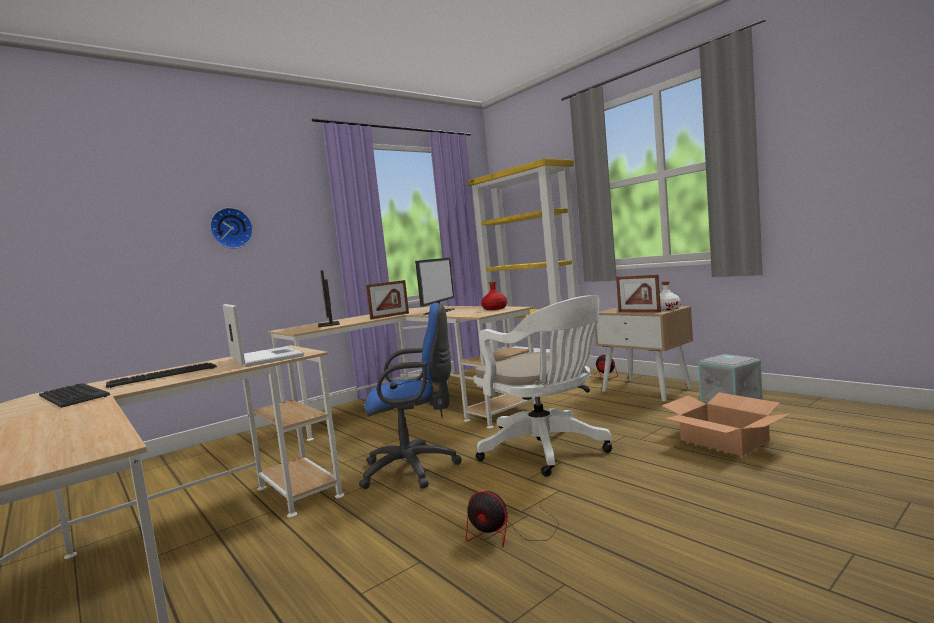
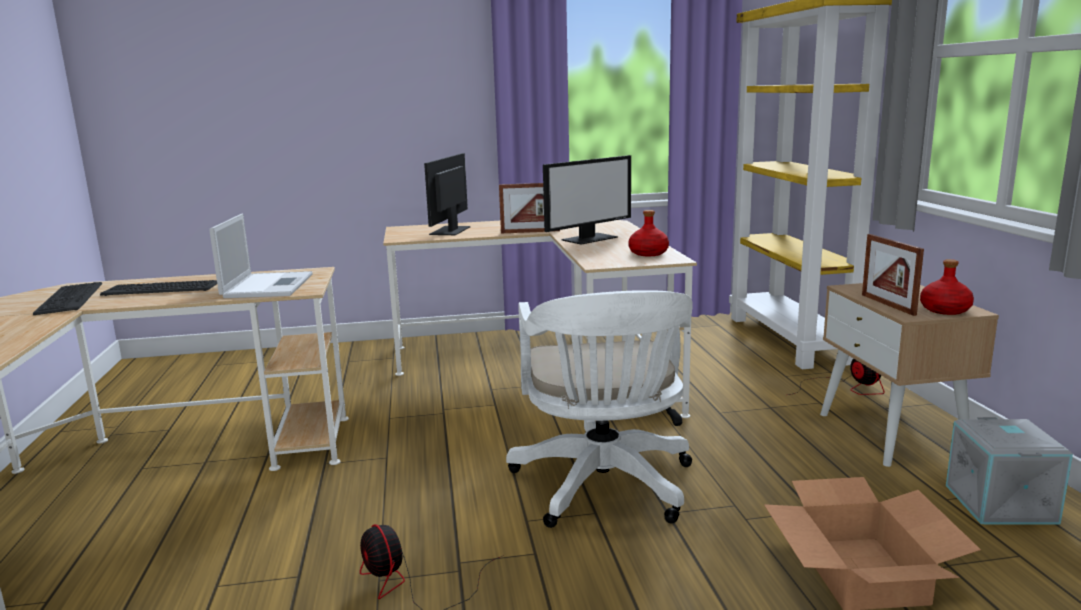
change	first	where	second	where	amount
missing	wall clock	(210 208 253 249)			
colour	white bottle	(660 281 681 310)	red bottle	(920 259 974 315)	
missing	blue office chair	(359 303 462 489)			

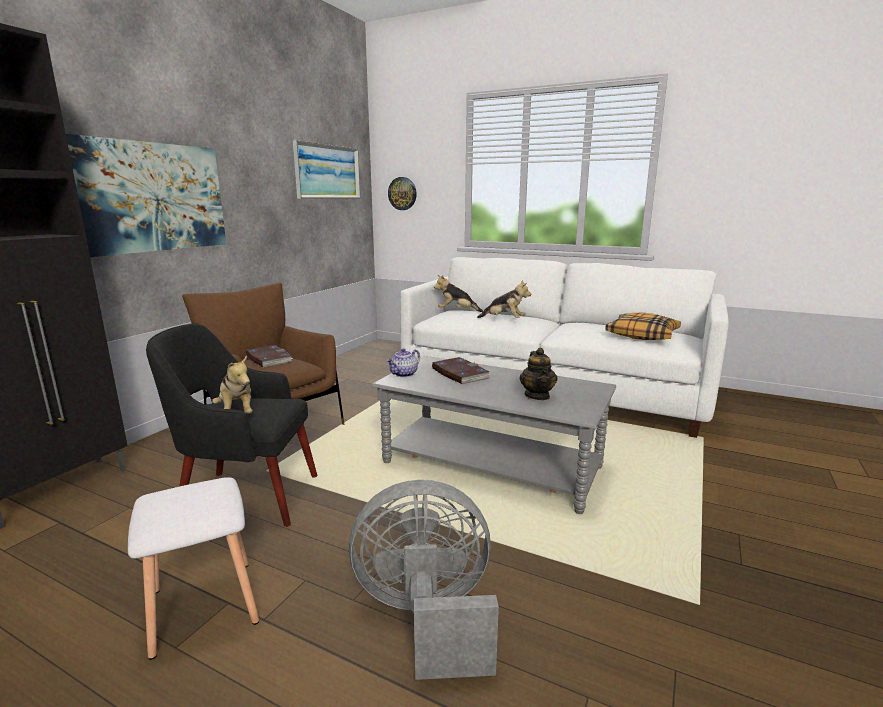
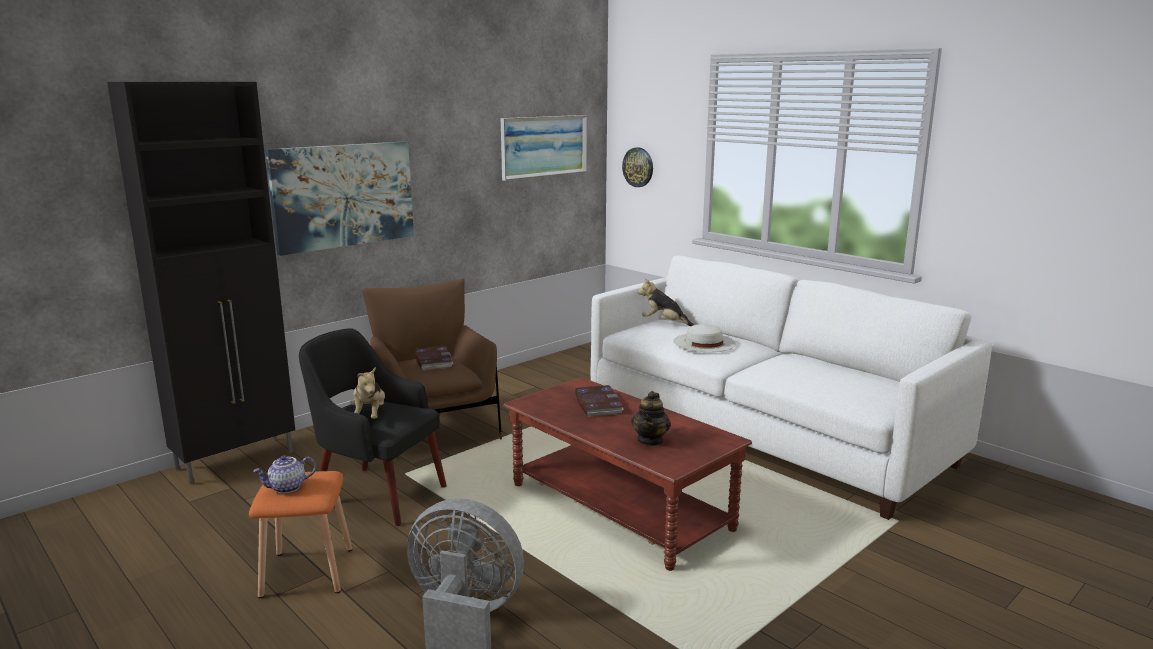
change	first	where	second	where	amount
exchanged	plush toy	(477 280 532 318)	white hat	(673 324 736 352)	
missing	pillow	(605 313 681 340)			
relocated	teapot	(386 349 420 377)		(253 455 316 493)	
colour	grey coffee table	(371 356 616 514)	brown coffee table	(503 377 752 571)	
colour	white stool	(128 477 259 660)	orange stool	(249 471 353 598)	

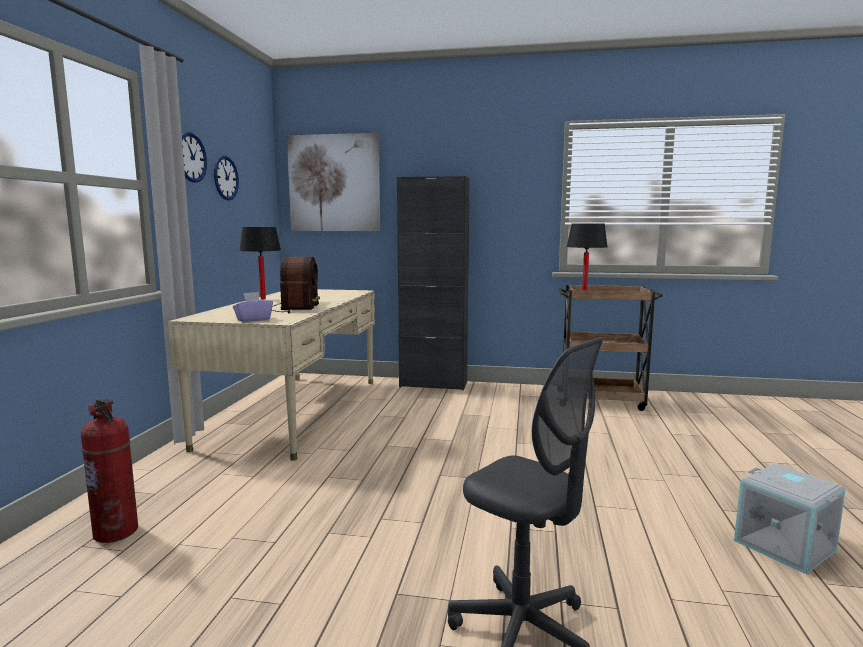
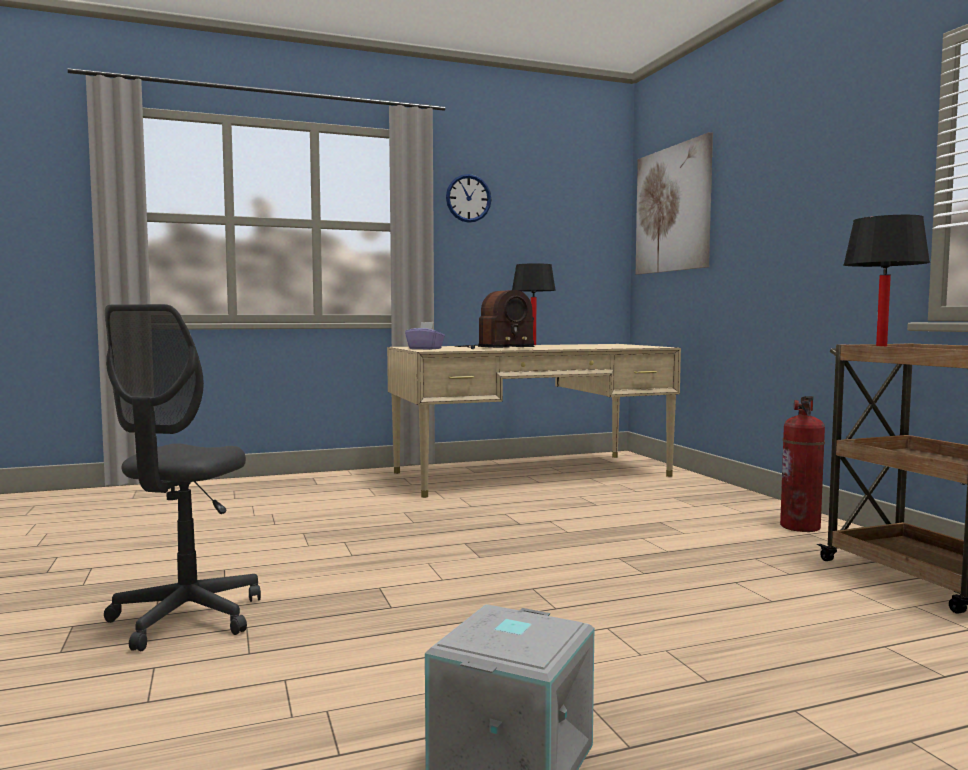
change	first	where	second	where	amount
missing	wall clock	(214 156 239 200)			
missing	black cabinet	(397 176 470 391)			
relocated	fire extinguisher	(80 398 138 543)		(780 396 825 532)	

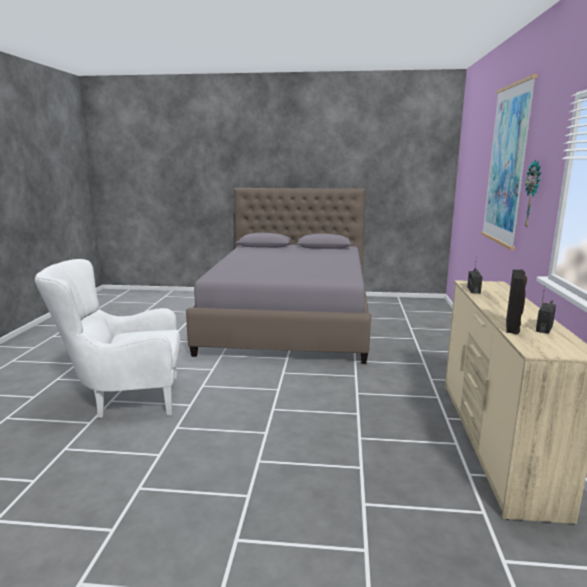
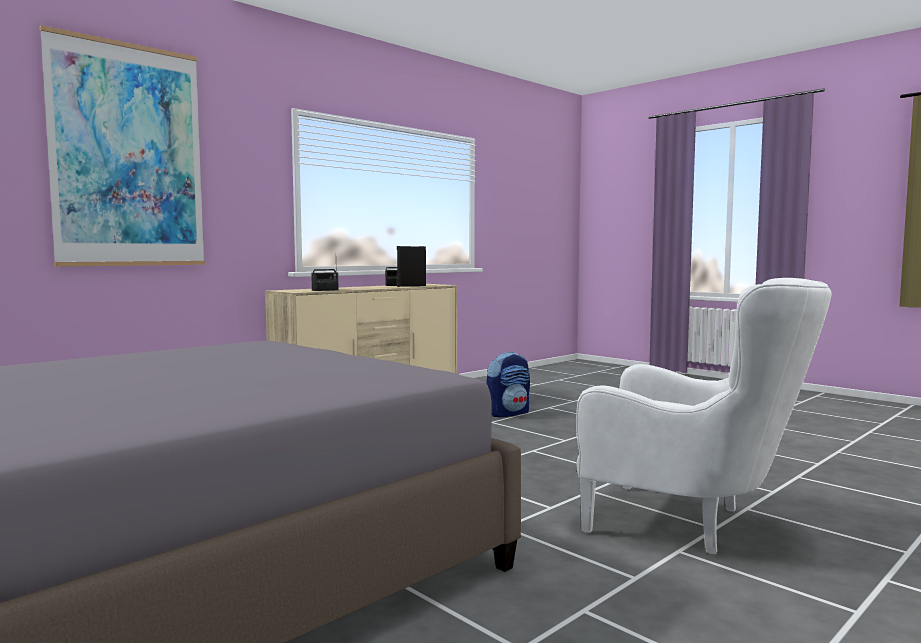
change	first	where	second	where	amount
missing	wall clock	(525 159 541 228)			
appeared			backpack	(487 352 530 417)	

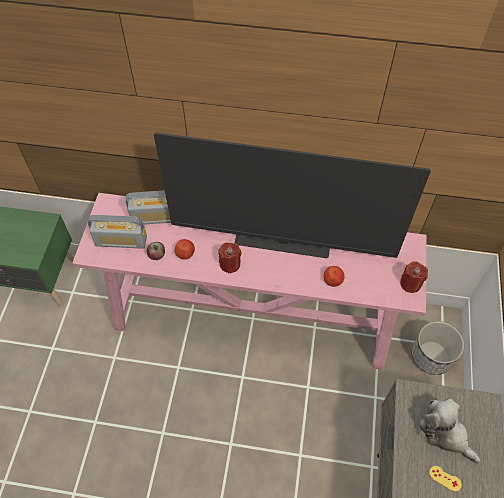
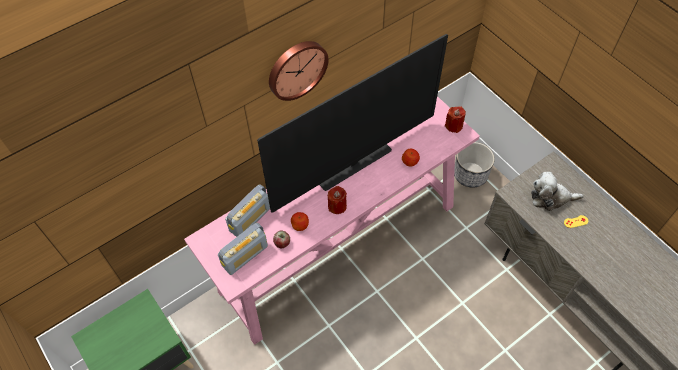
change	first	where	second	where	amount
appeared			wall clock	(269 41 329 101)	

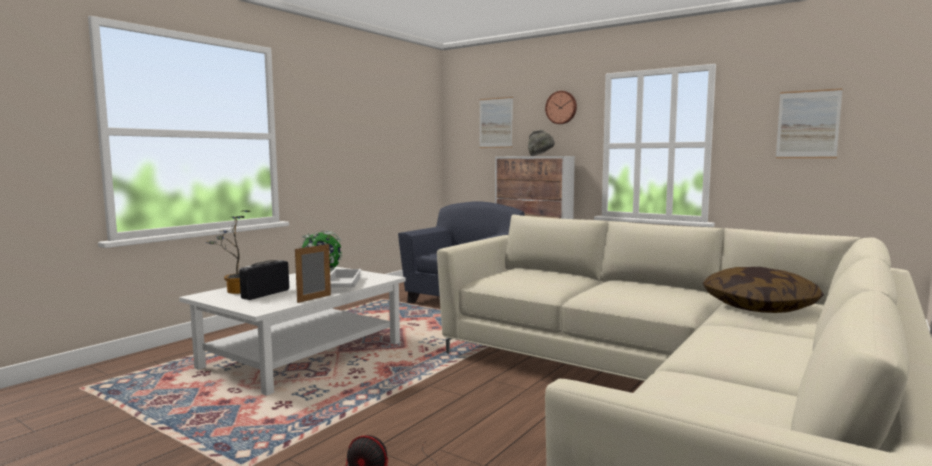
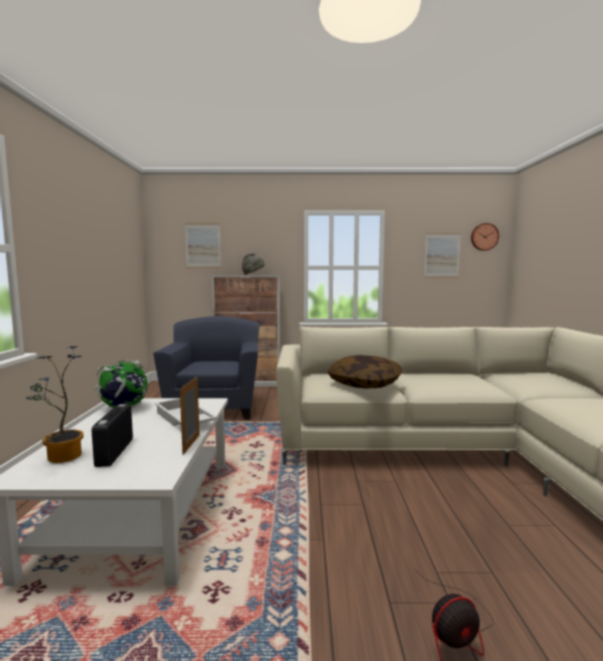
change	first	where	second	where	amount
relocated	wall clock	(545 91 577 124)		(471 223 499 251)	
relocated	pillow	(703 267 824 313)		(327 355 403 388)	

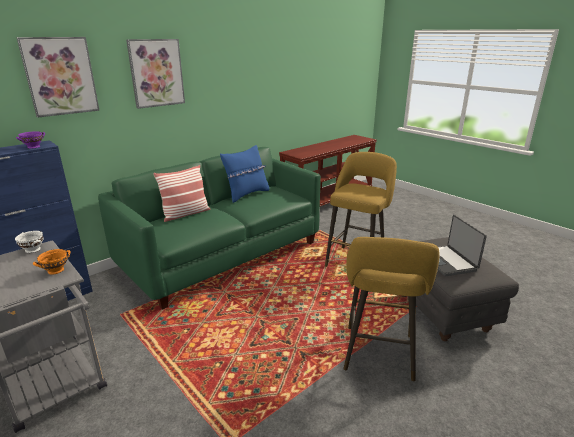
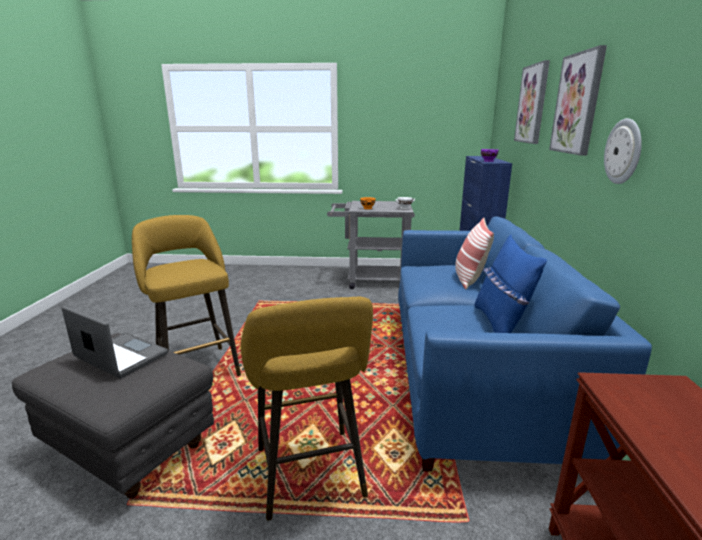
change	first	where	second	where	amount
colour	green sofa	(98 147 321 310)	blue sofa	(398 216 652 472)	
appeared			wall clock	(604 118 642 184)	

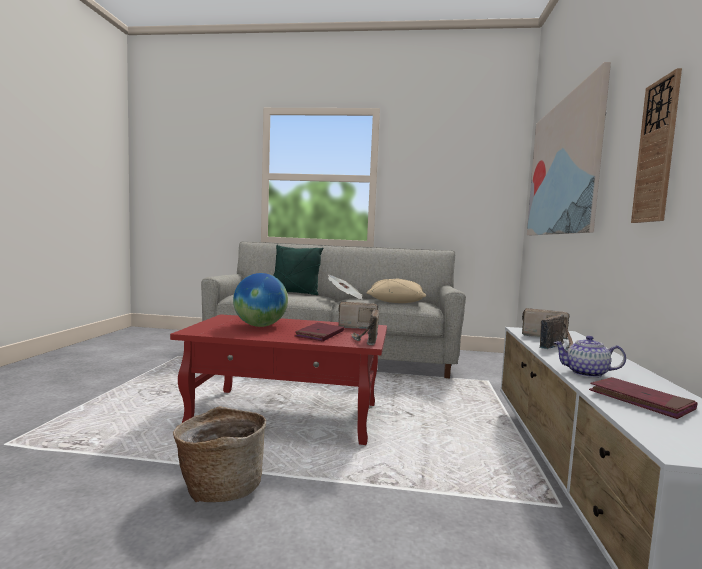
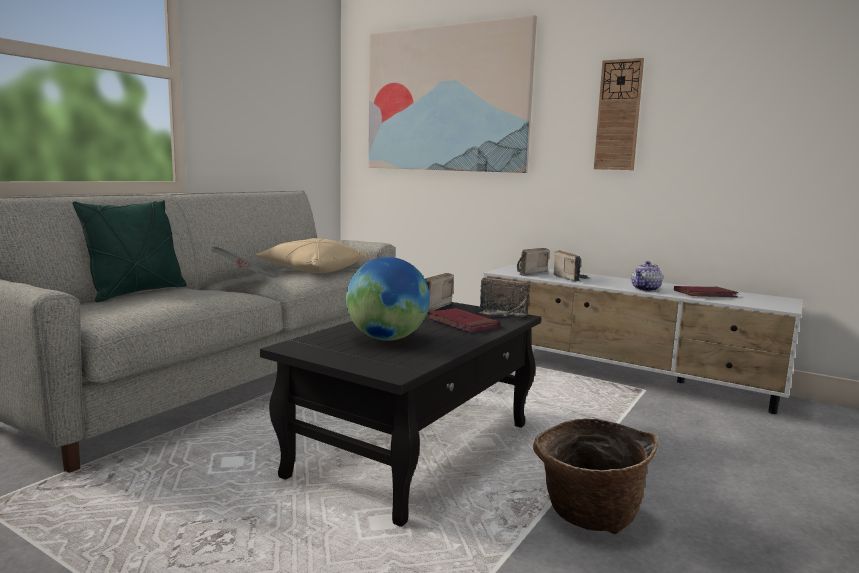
change	first	where	second	where	amount
colour	red coffee table	(170 314 387 445)	black coffee table	(260 302 541 527)	

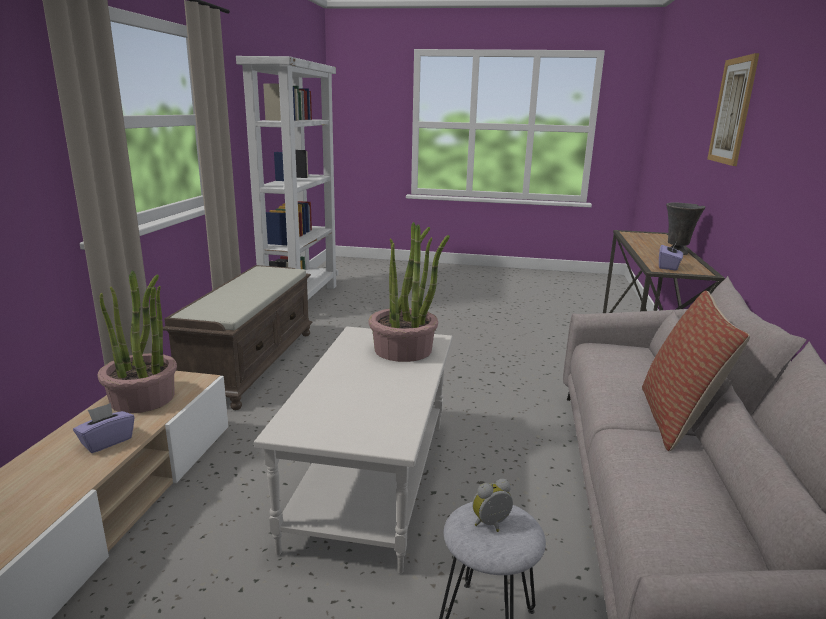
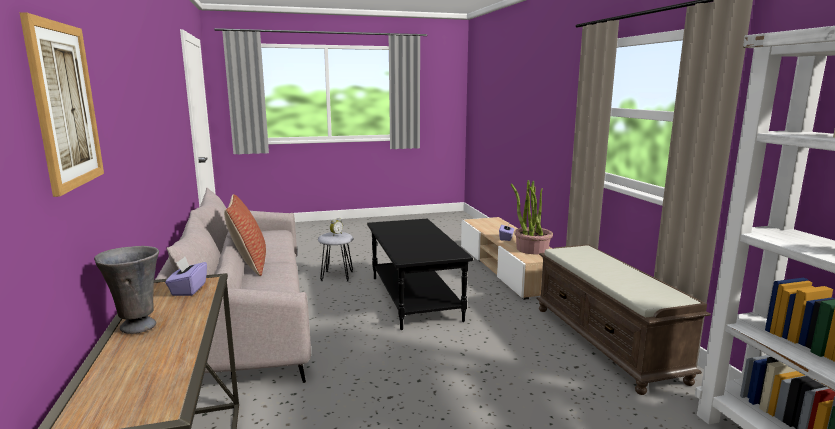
change	first	where	second	where	amount
missing	potted plant	(368 222 450 362)			
colour	white coffee table	(254 327 453 574)	black coffee table	(367 219 473 330)	

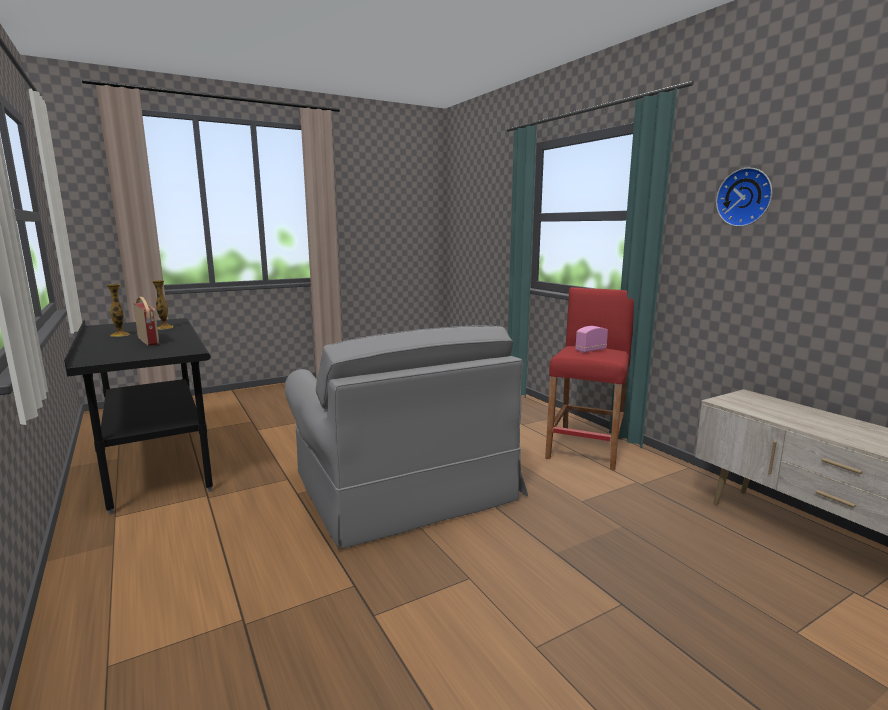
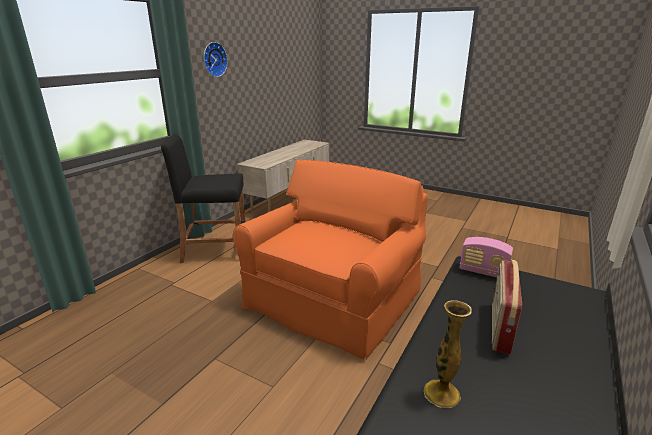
change	first	where	second	where	amount
missing	vase	(106 284 130 337)			
colour	red stool	(545 287 634 471)	black stool	(161 134 246 263)	
colour	grey armchair	(285 325 528 550)	orange armchair	(233 160 428 359)	
relocated	radio	(575 326 608 353)		(459 237 513 277)	

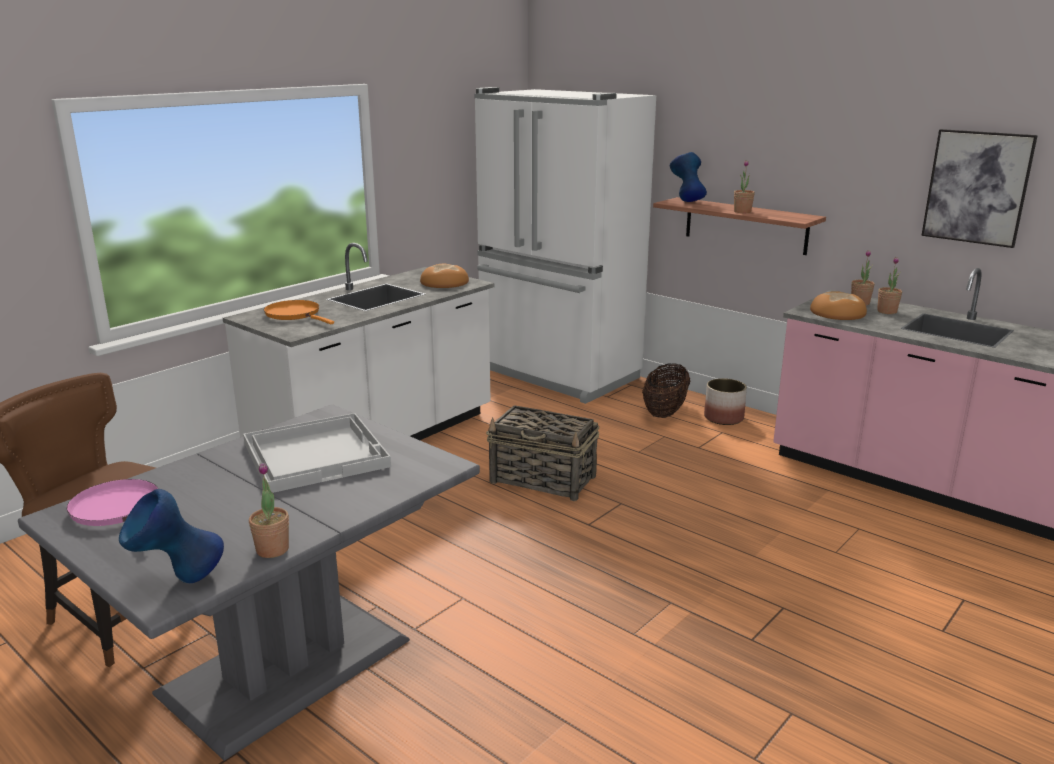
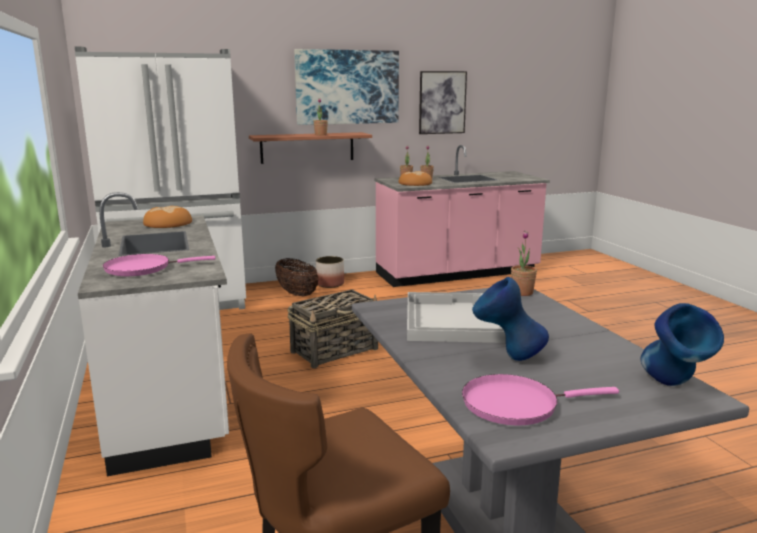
change	first	where	second	where	amount
relocated	blue vase	(670 152 707 202)		(472 277 549 361)	
colour	orange frying pan	(264 300 334 325)	pink frying pan	(103 254 216 276)	
relocated	potted plant	(249 463 289 558)		(511 231 537 296)	
appeared			picture	(294 49 399 125)	

